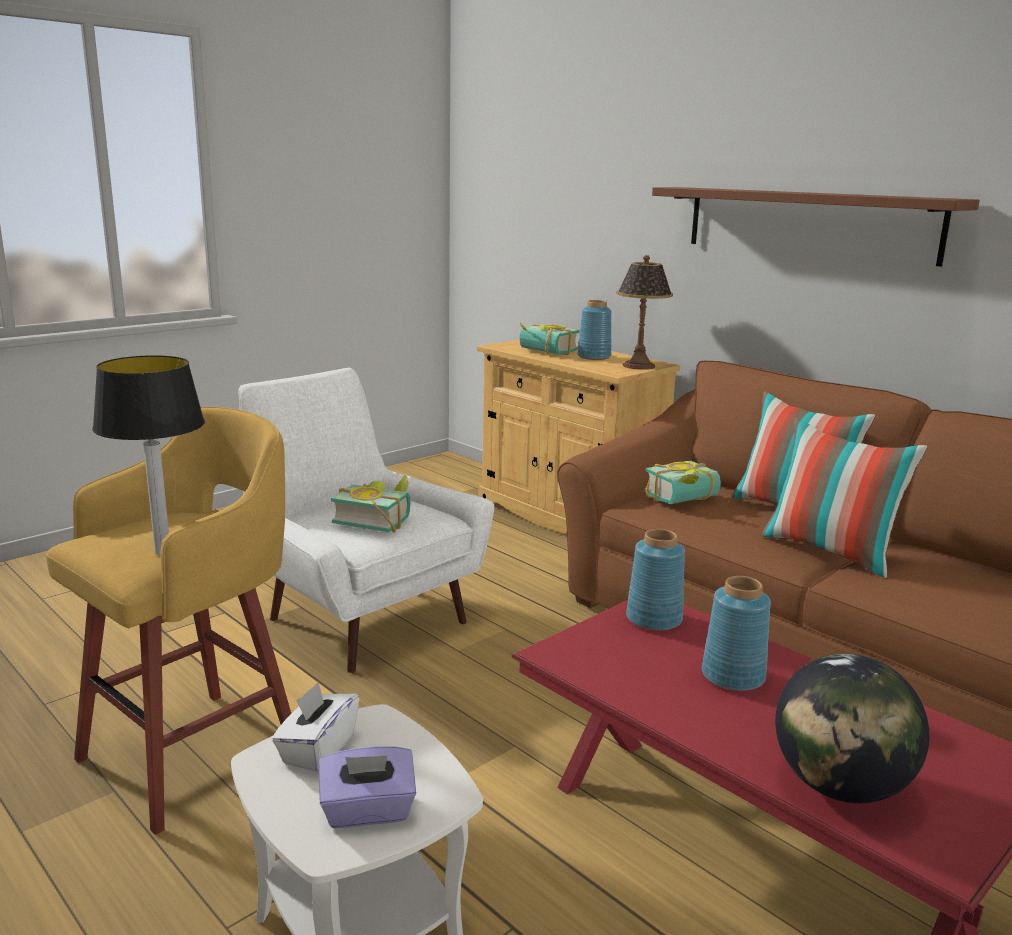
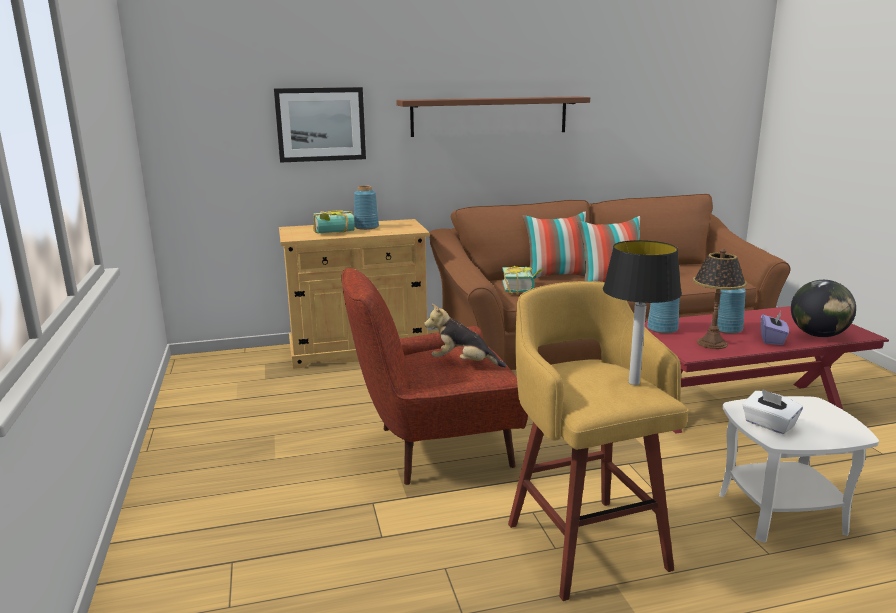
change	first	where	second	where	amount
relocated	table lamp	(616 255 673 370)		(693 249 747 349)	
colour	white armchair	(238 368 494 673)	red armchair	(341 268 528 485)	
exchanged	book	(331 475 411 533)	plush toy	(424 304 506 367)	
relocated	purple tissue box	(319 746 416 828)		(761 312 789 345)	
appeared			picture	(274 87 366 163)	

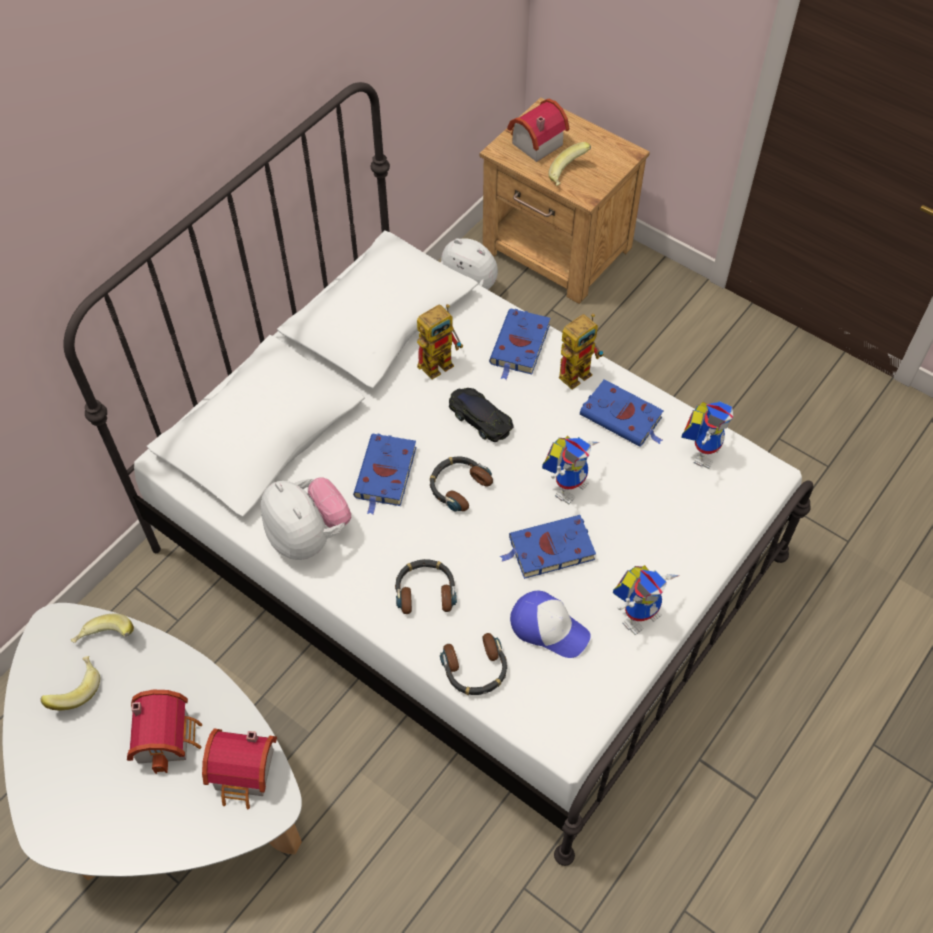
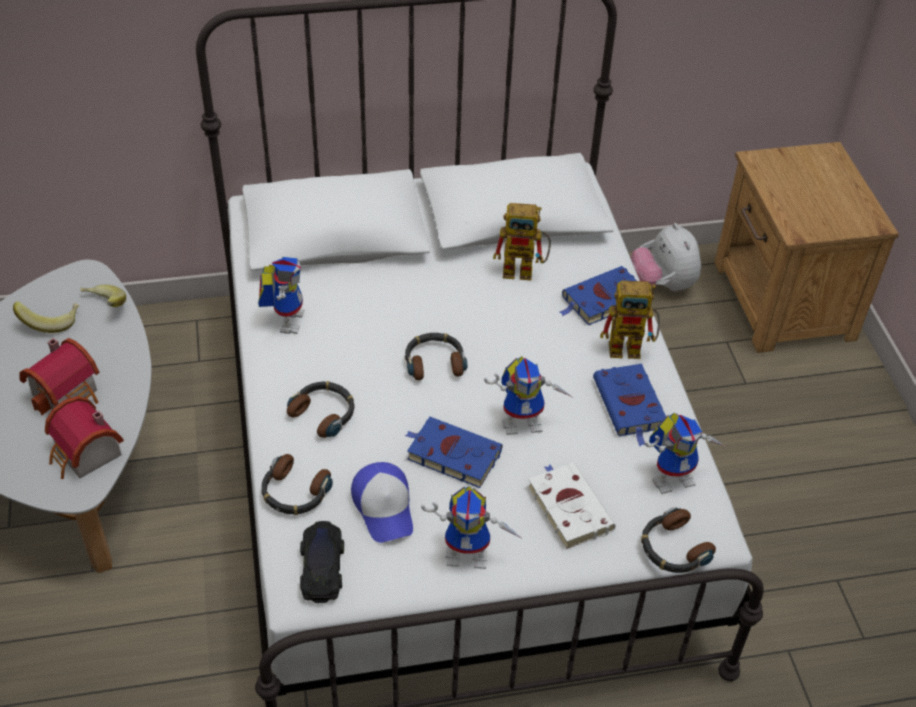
change	first	where	second	where	amount
missing	toy house	(507 99 569 162)			
missing	banana	(548 142 591 186)			
relocated	black toy car	(449 388 514 442)		(300 521 344 603)	
missing	blue book	(353 434 417 515)			
exchanged	plush toy	(260 477 351 560)	toy robot	(258 257 304 334)	
appeared			white book	(527 463 616 549)	
appeared			headphones	(641 507 716 573)	

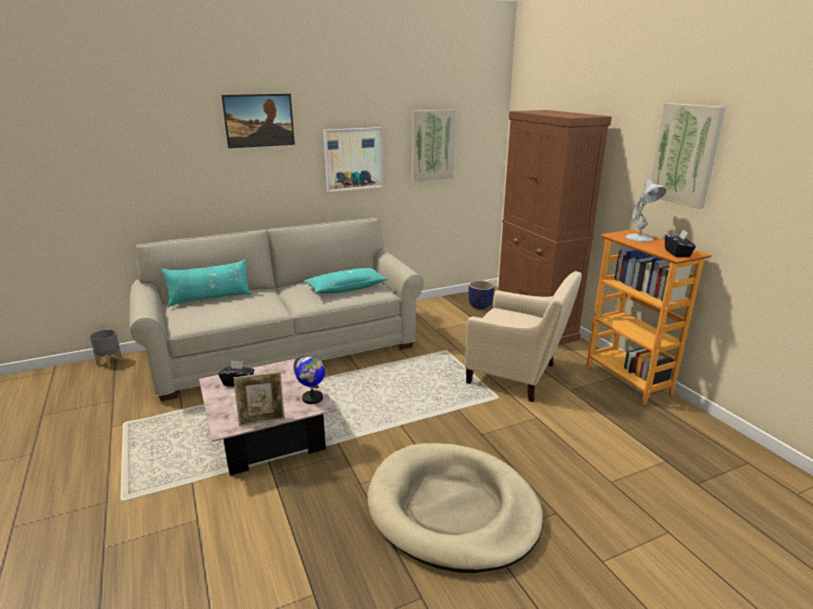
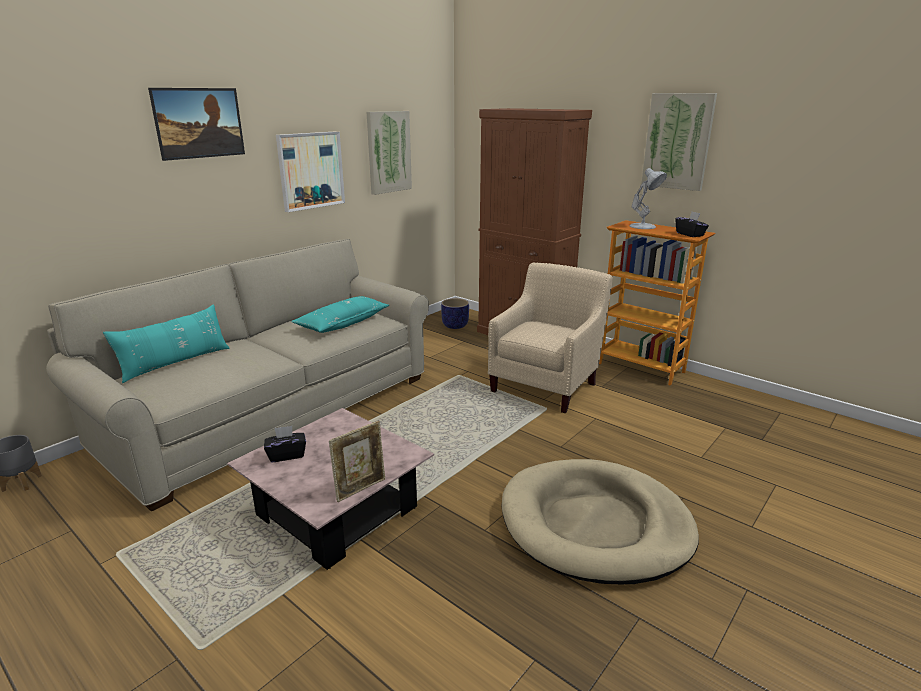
change	first	where	second	where	amount
spun	beige armchair	(465 271 582 402)		(488 262 613 413)	60 degrees counterclockwise
missing	globe	(293 354 325 404)			

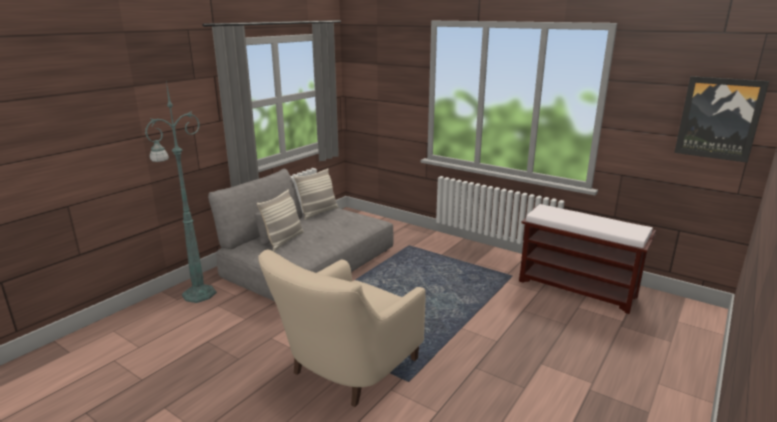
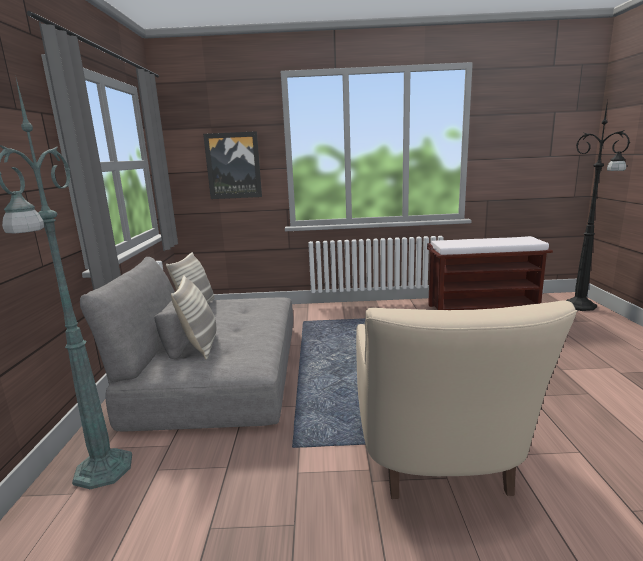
change	first	where	second	where	amount
relocated	picture	(674 76 769 163)		(203 131 262 199)	
appeared			black floor lamp	(566 100 630 311)	

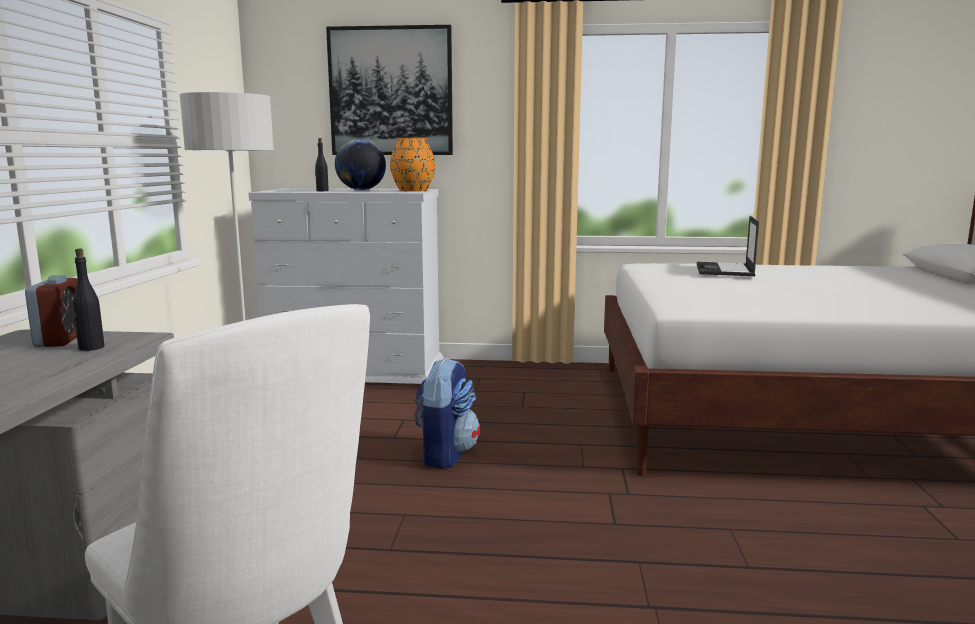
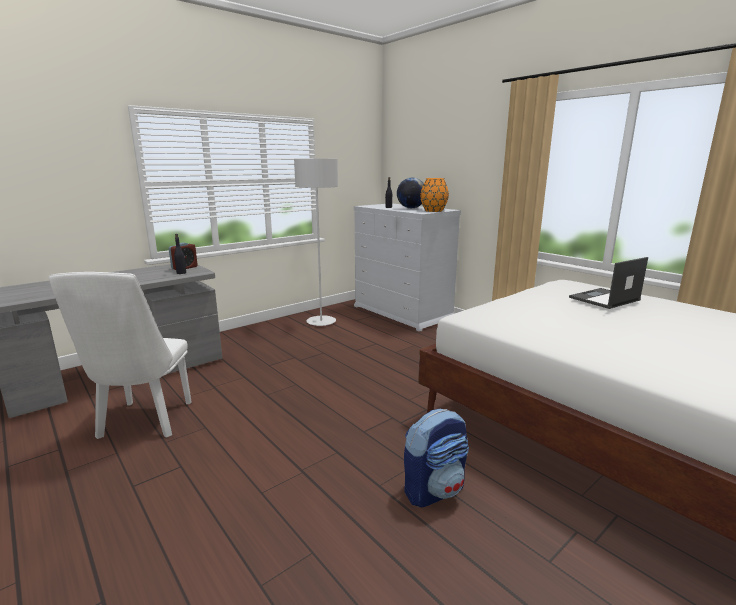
change	first	where	second	where	amount
missing	picture	(326 25 453 155)			
relocated	backpack	(414 358 480 469)		(404 409 469 507)	

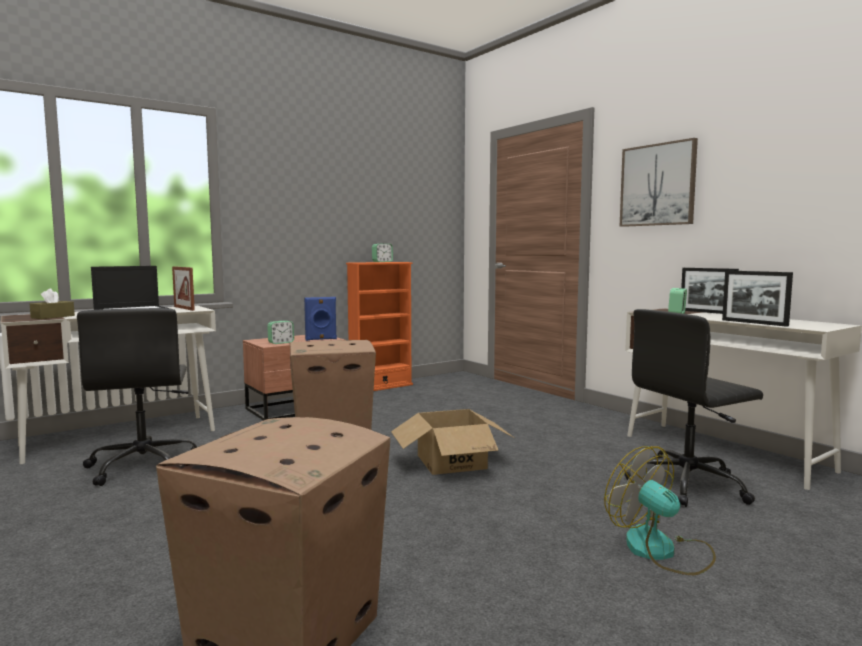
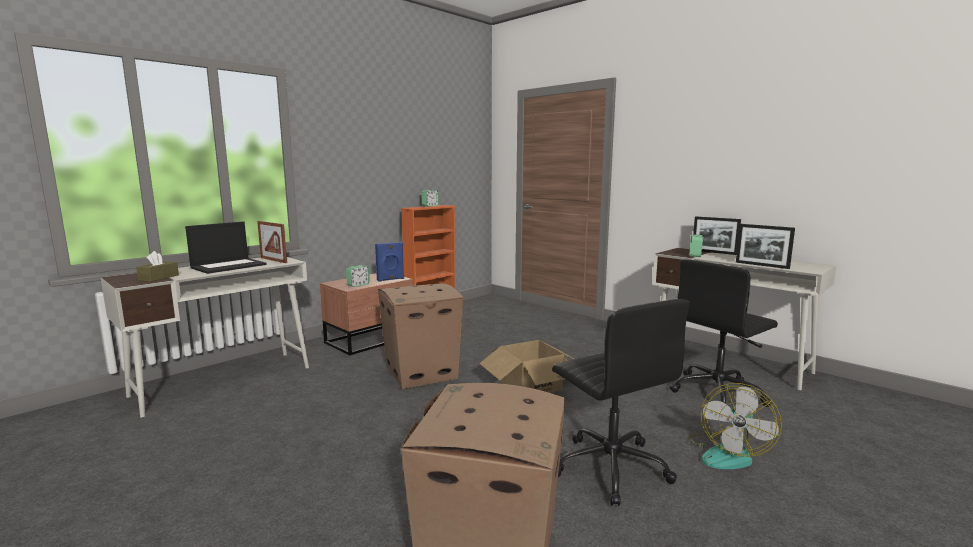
change	first	where	second	where	amount
missing	picture	(620 138 698 227)			
relocated	black office chair	(77 308 197 486)		(552 299 690 506)	
spun	fan	(604 446 716 575)		(688 383 782 469)	105 degrees counterclockwise

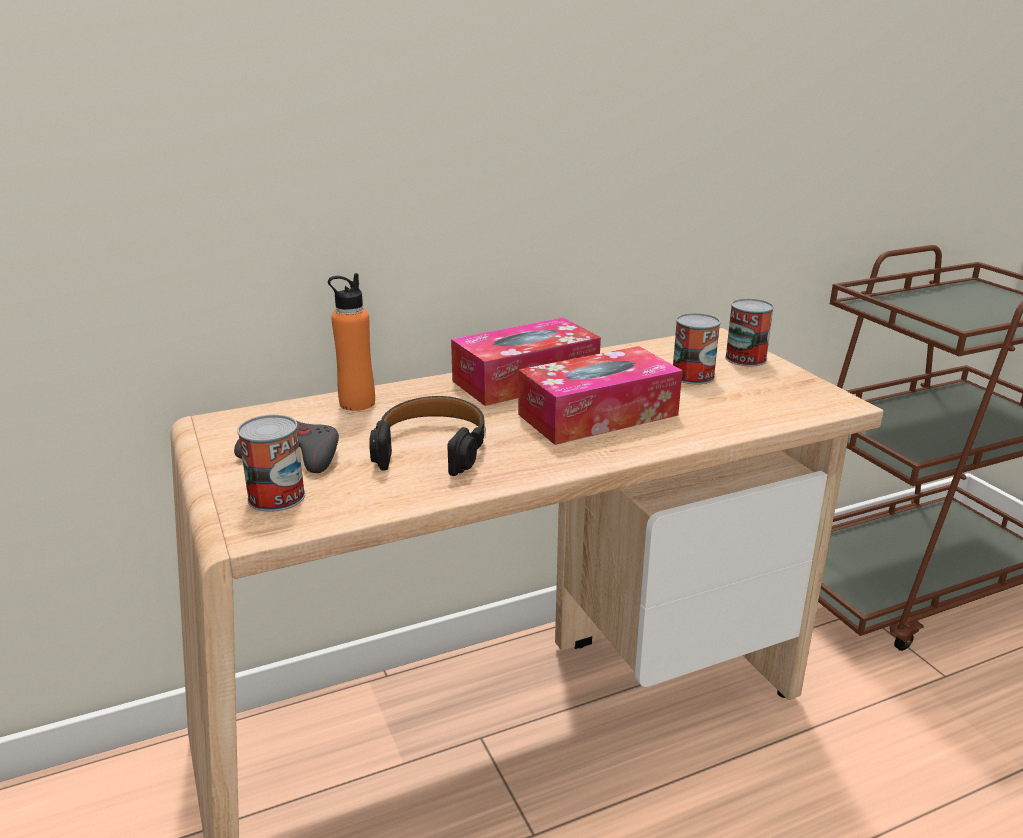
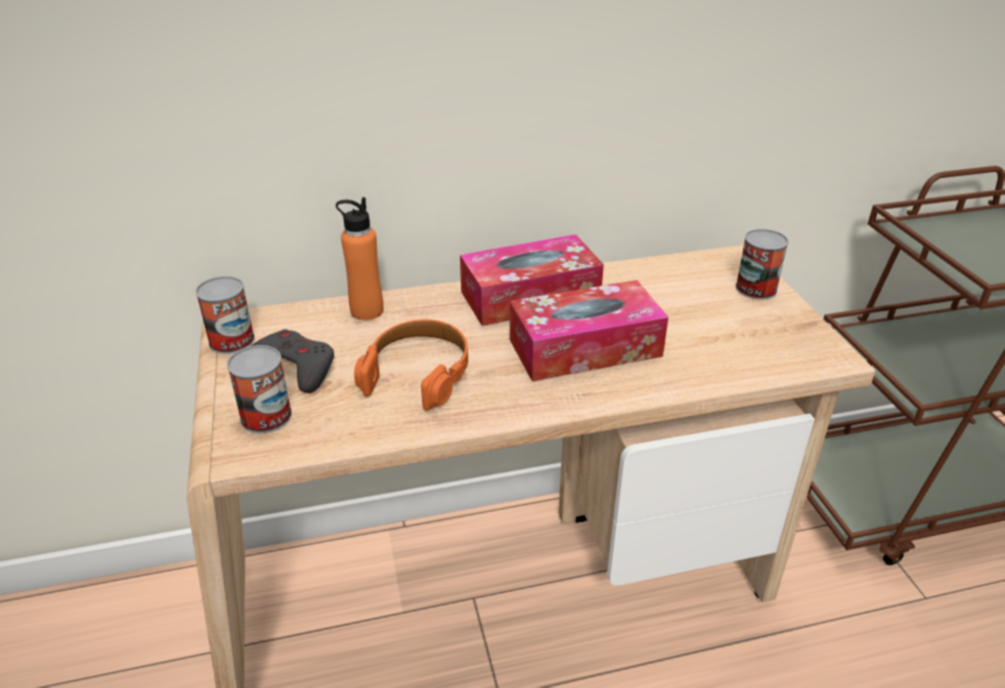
change	first	where	second	where	amount
relocated	can	(673 313 721 385)		(195 276 255 354)	
colour	black headphones	(369 396 486 476)	orange headphones	(354 319 468 410)	

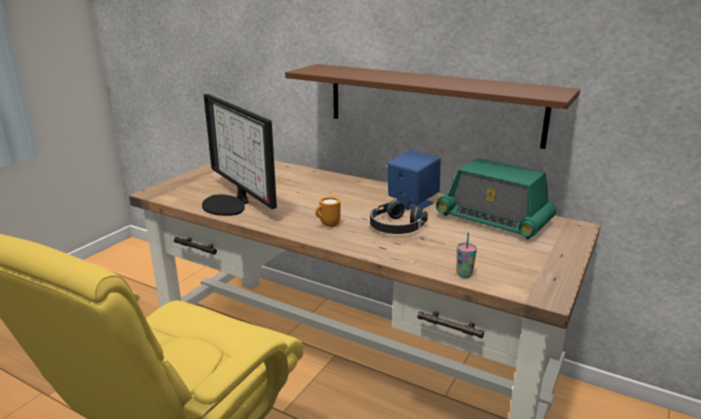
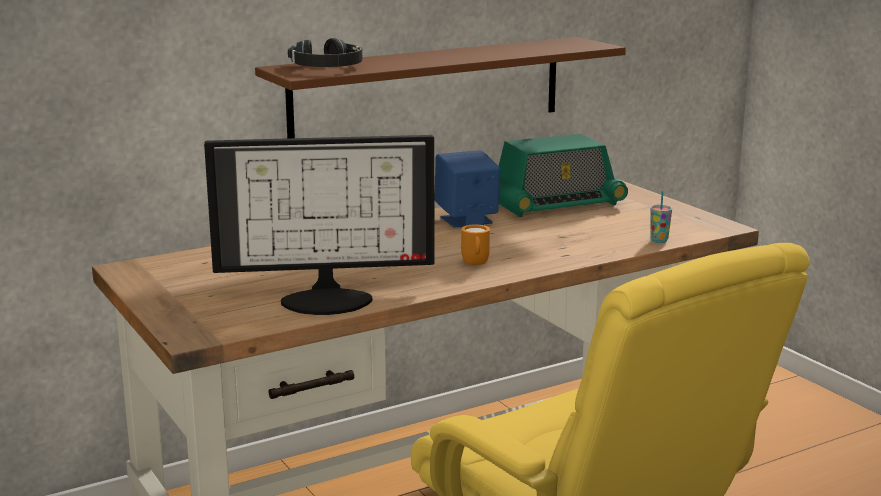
change	first	where	second	where	amount
relocated	black headphones	(370 201 428 234)		(288 38 362 67)	

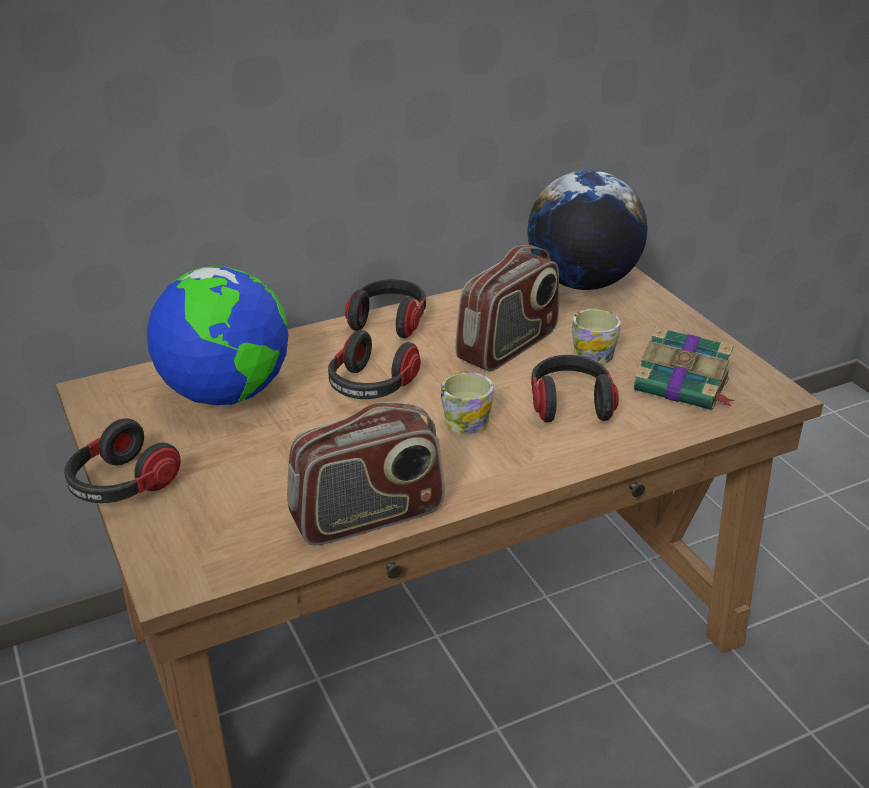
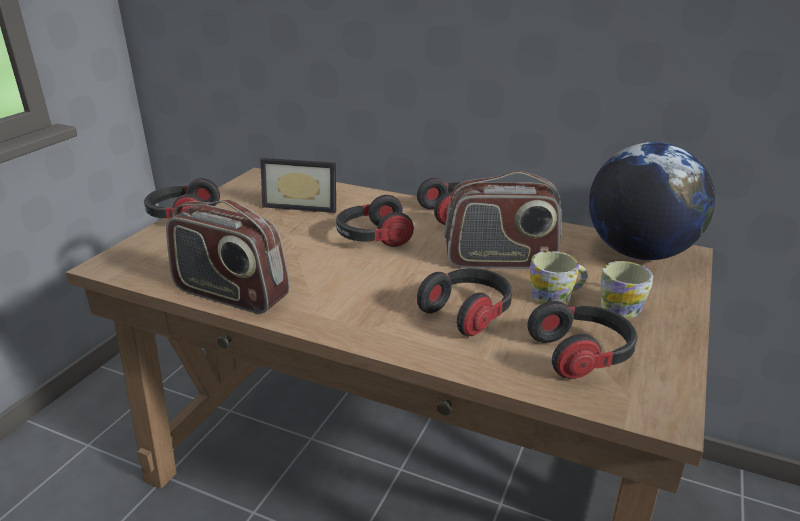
change	first	where	second	where	amount
exchanged	globe	(147 266 289 405)	picture frame	(260 158 336 213)	
exchanged	book	(634 326 734 410)	headphones	(527 301 637 379)	
relocated	mug	(441 372 493 434)		(601 261 653 318)	

